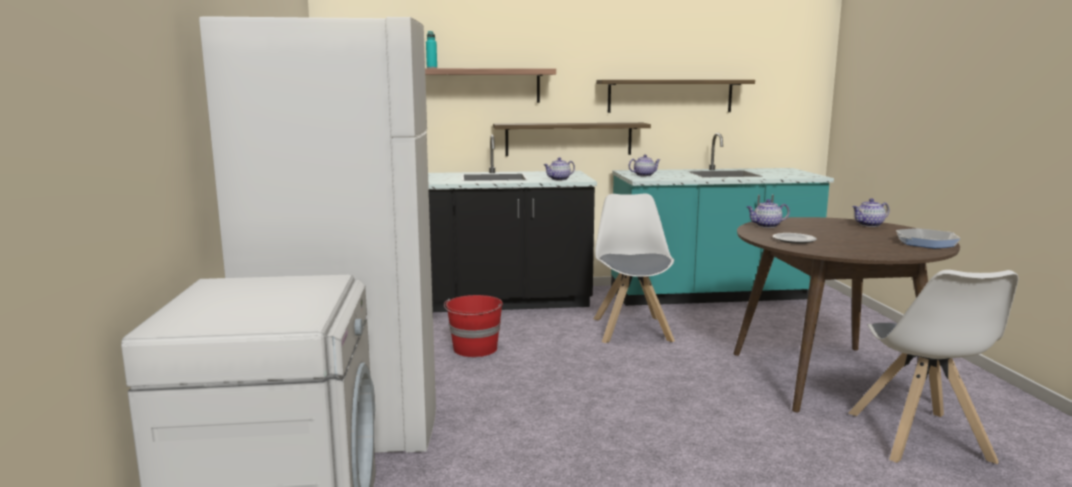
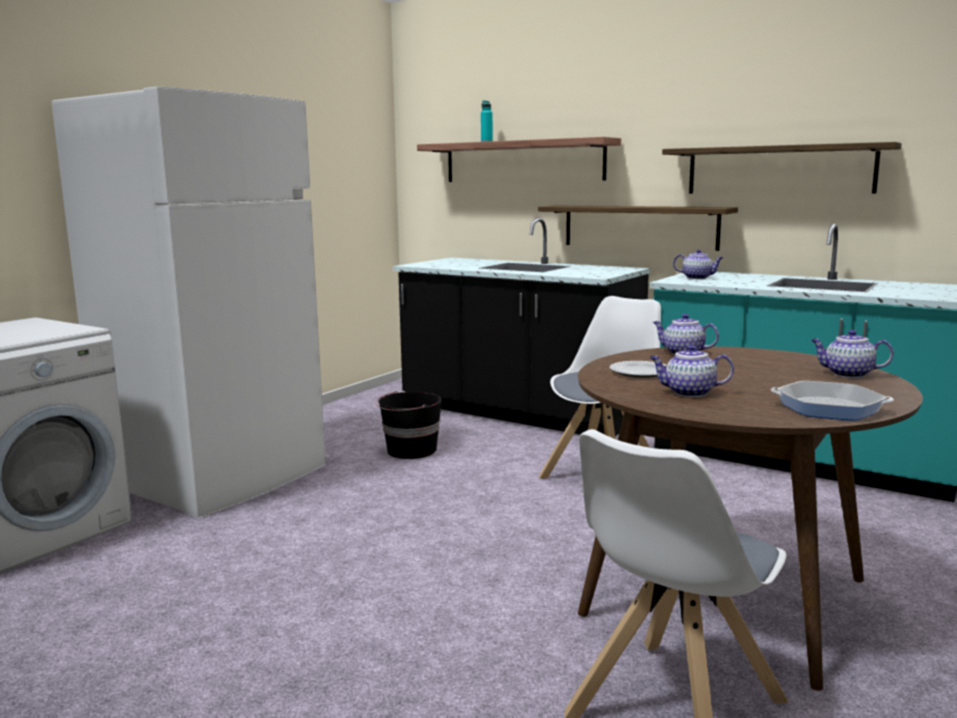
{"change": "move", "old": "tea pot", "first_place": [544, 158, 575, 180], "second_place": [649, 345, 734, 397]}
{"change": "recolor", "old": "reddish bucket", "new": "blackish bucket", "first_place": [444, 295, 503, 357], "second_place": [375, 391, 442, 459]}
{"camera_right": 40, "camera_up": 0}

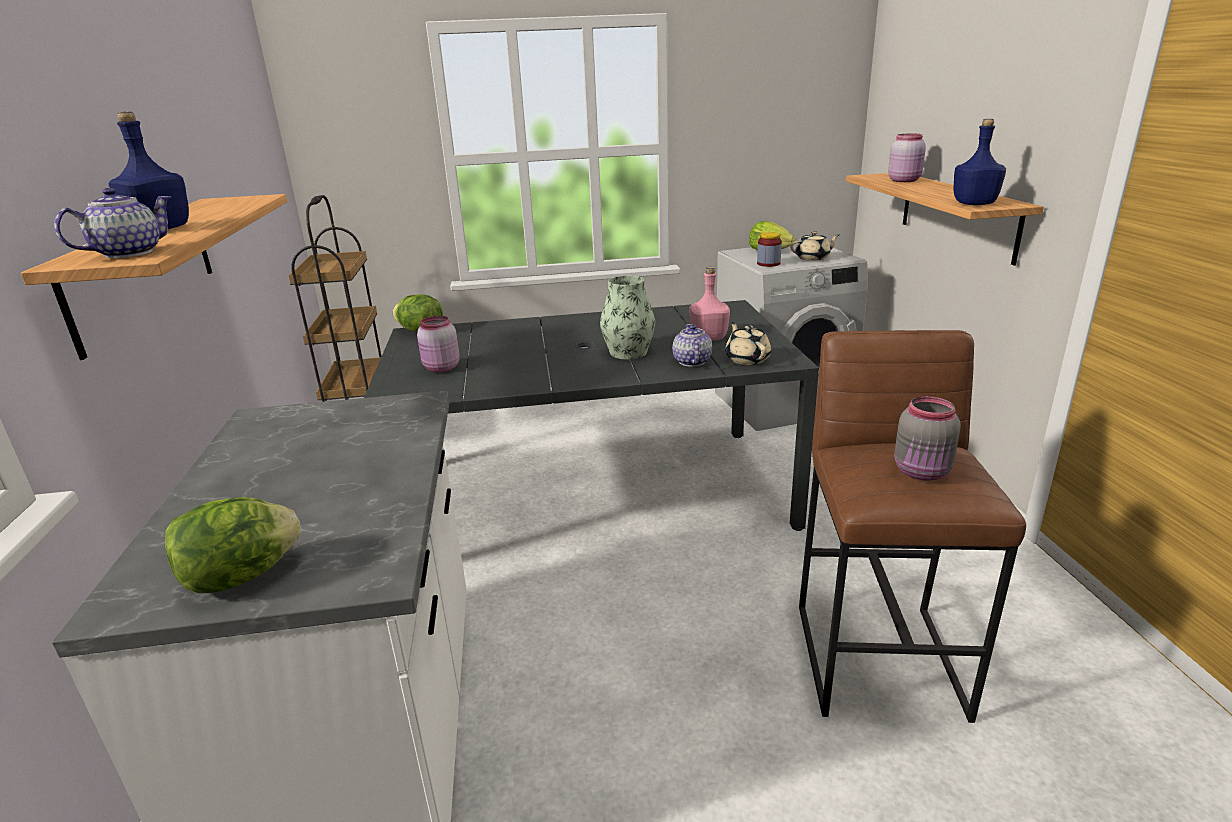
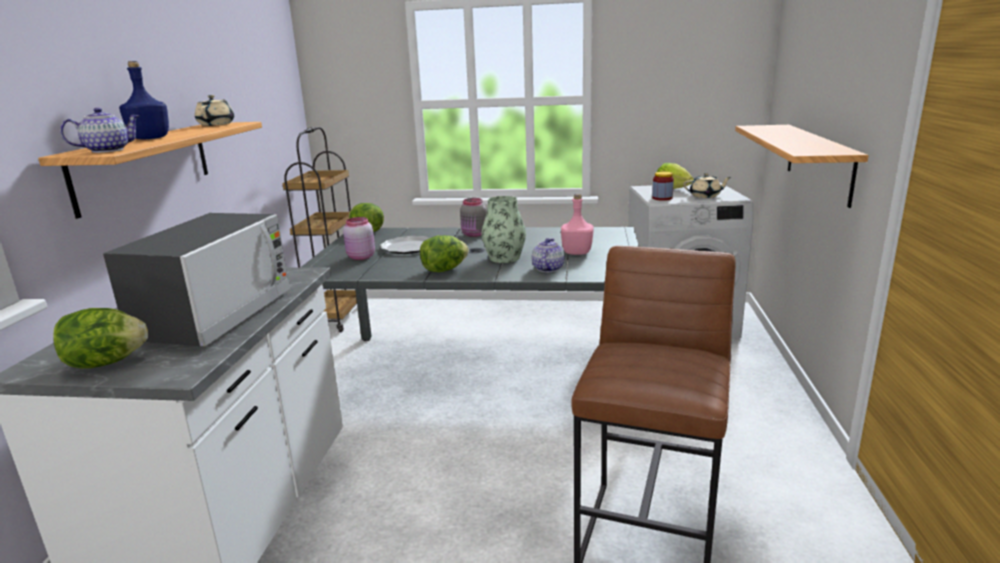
{"change": "delete", "old": "blue beverage bottle", "first_place": [954, 119, 1006, 205]}
{"change": "delete", "old": "pinkish preserve jar", "first_place": [888, 134, 926, 182]}
{"change": "move", "old": "beige-coloured tea pot", "first_place": [725, 322, 771, 365], "second_place": [195, 95, 234, 126]}
{"change": "move", "old": "gray preserve jar", "first_place": [894, 396, 961, 481], "second_place": [460, 198, 487, 237]}
{"change": "insert", "new": "kitchen microwave", "second_place": [103, 213, 290, 346]}
{"change": "insert", "new": "head of lettuce", "second_place": [420, 235, 469, 272]}
{"change": "insert", "new": "flat dish", "second_place": [380, 236, 429, 254]}
{"camera_right": 15, "camera_up": -5}

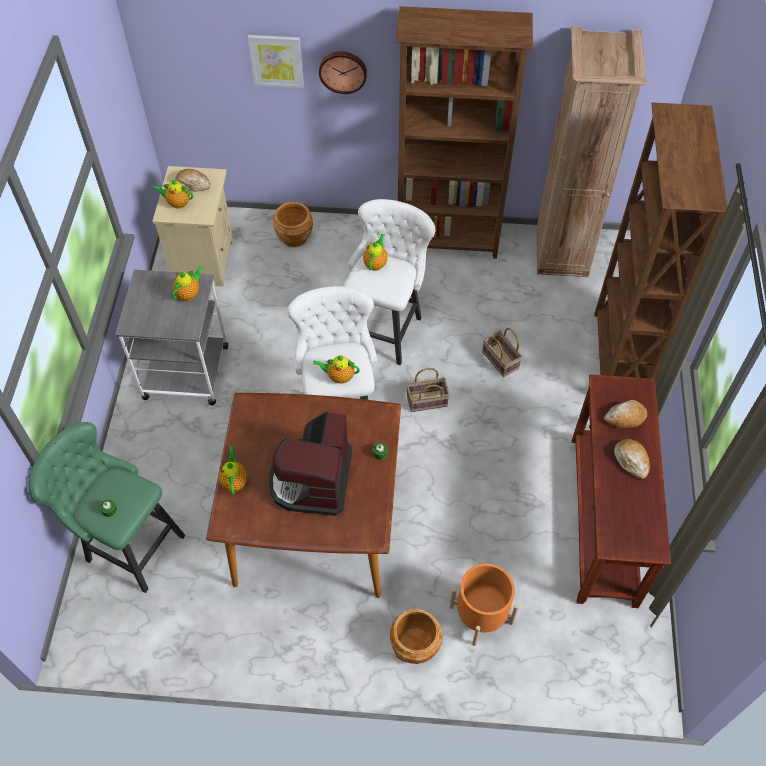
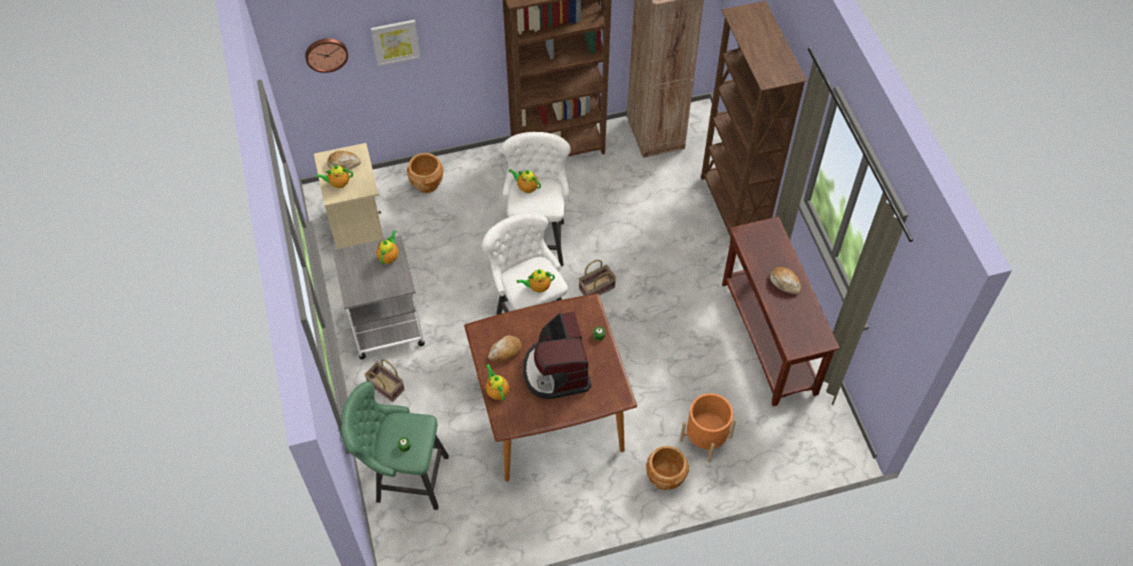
{"change": "move", "old": "wall clock", "first_place": [319, 51, 367, 94], "second_place": [305, 38, 348, 73]}
{"change": "rotate", "old": "tea pot", "first_place": [363, 234, 388, 271], "second_place": [508, 169, 541, 193], "degrees": -60}
{"change": "move", "old": "household basket", "first_place": [482, 328, 522, 377], "second_place": [364, 359, 405, 402]}
{"change": "move", "old": "baked bread", "first_place": [604, 400, 647, 428], "second_place": [488, 335, 522, 362]}
{"camera_right": -20, "camera_up": 0}

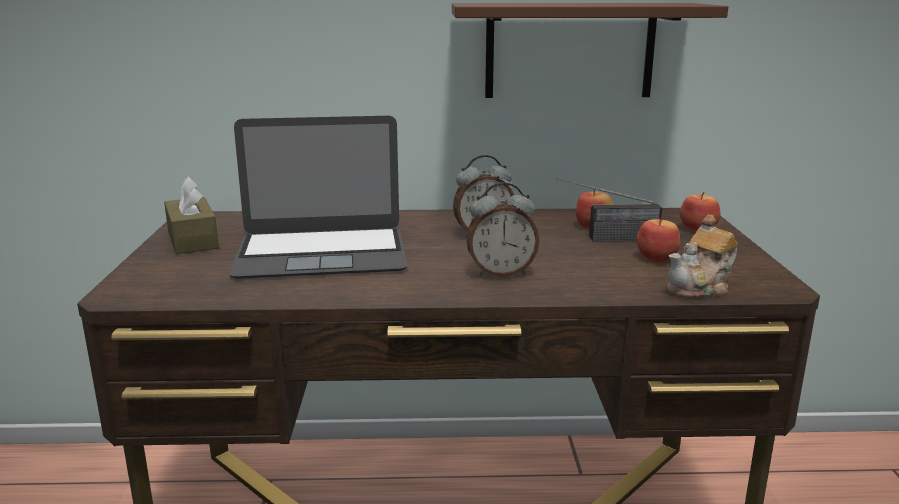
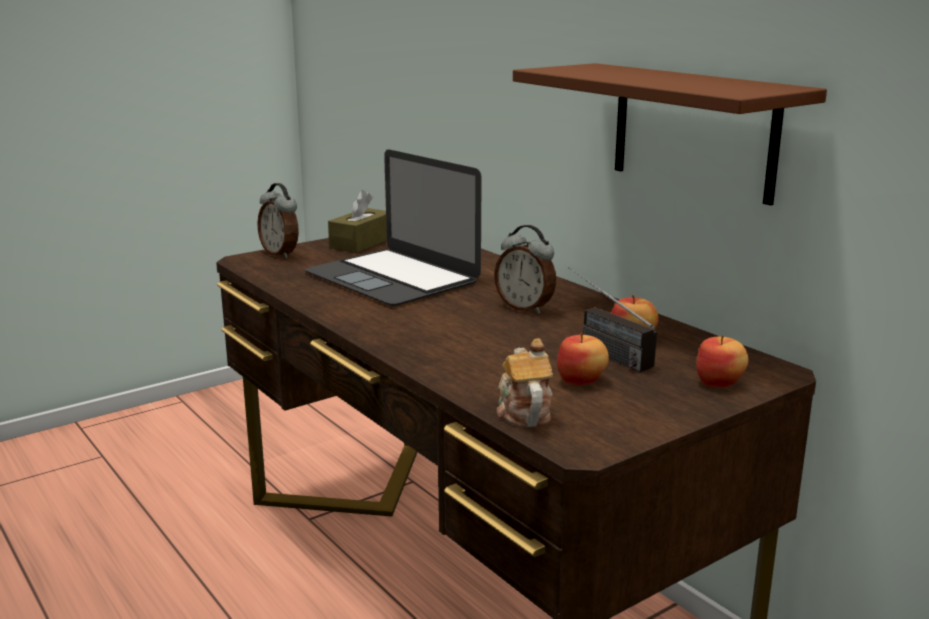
{"change": "move", "old": "table clock", "first_place": [466, 182, 539, 277], "second_place": [257, 183, 299, 258]}
{"change": "rotate", "old": "tea pot", "first_place": [667, 215, 738, 298], "second_place": [497, 338, 553, 427], "degrees": 60}
{"camera_right": 55, "camera_up": 0}

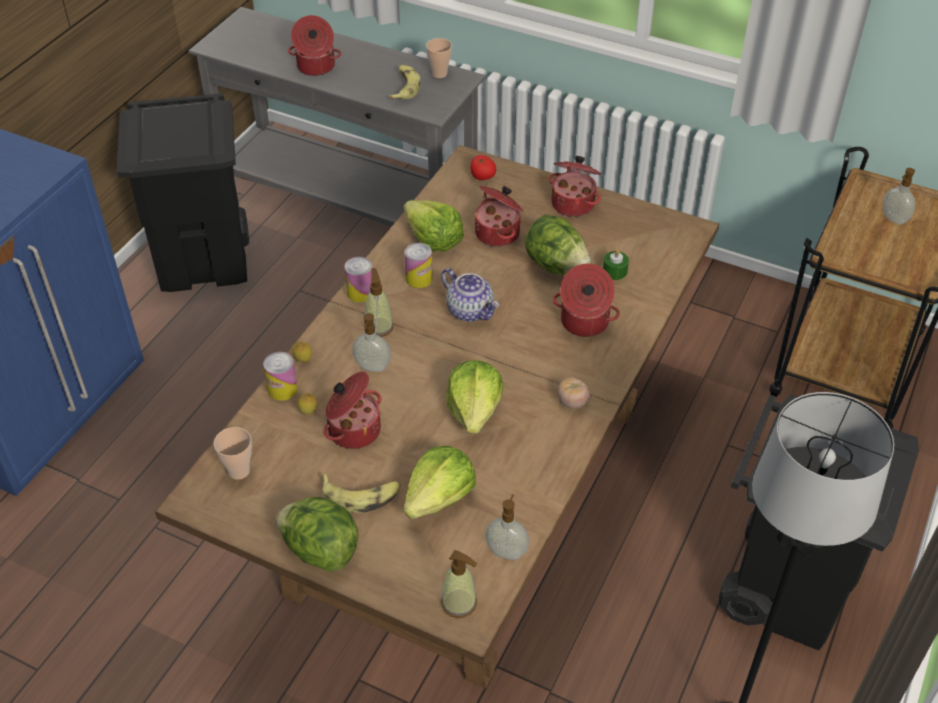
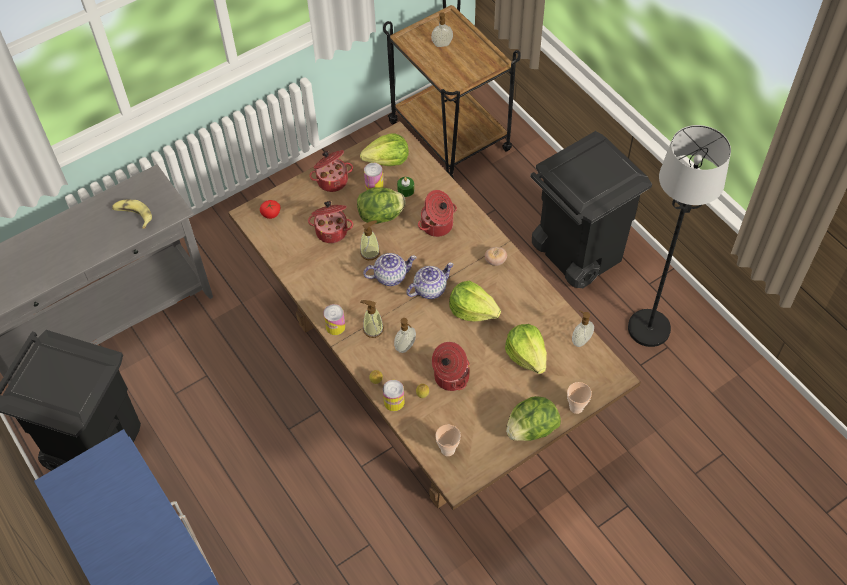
{"change": "delete", "old": "stockpot", "first_place": [288, 15, 341, 76]}
{"change": "move", "old": "cup", "first_place": [426, 38, 452, 78], "second_place": [567, 382, 592, 414]}
{"change": "move", "old": "head of lettuce", "first_place": [404, 200, 464, 251], "second_place": [360, 133, 409, 166]}
{"change": "move", "old": "can", "first_place": [404, 243, 433, 288], "second_place": [364, 163, 383, 190]}
{"change": "delete", "old": "banana", "first_place": [322, 473, 400, 513]}
{"change": "move", "old": "soap bottle", "first_place": [441, 550, 477, 618], "second_place": [360, 221, 380, 260]}
{"change": "insert", "new": "tea pot", "second_place": [406, 263, 454, 299]}
{"camera_right": -60, "camera_up": 10}

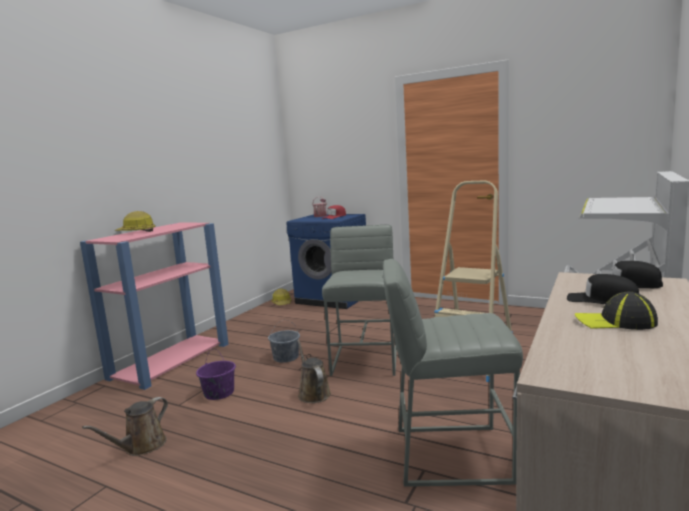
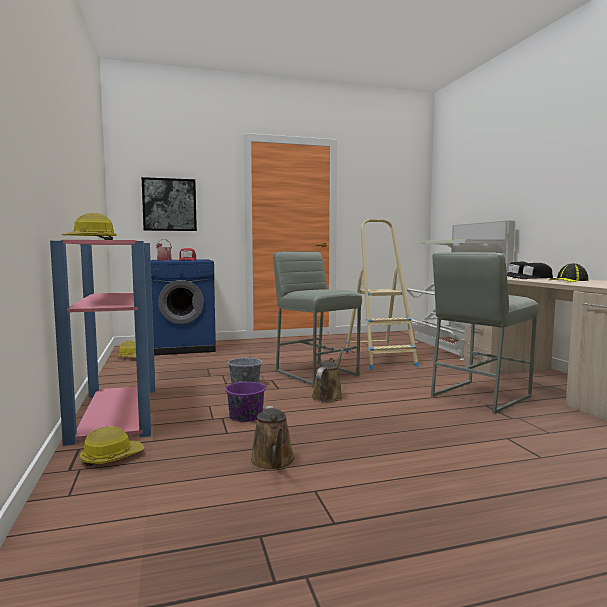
{"change": "rotate", "old": "brown watering pot", "first_place": [297, 340, 331, 403], "second_place": [311, 349, 344, 402], "degrees": 90}
{"change": "insert", "new": "picture", "second_place": [142, 177, 197, 231]}
{"change": "insert", "new": "safety helmet", "second_place": [80, 426, 144, 466]}
{"camera_right": -45, "camera_up": -5}

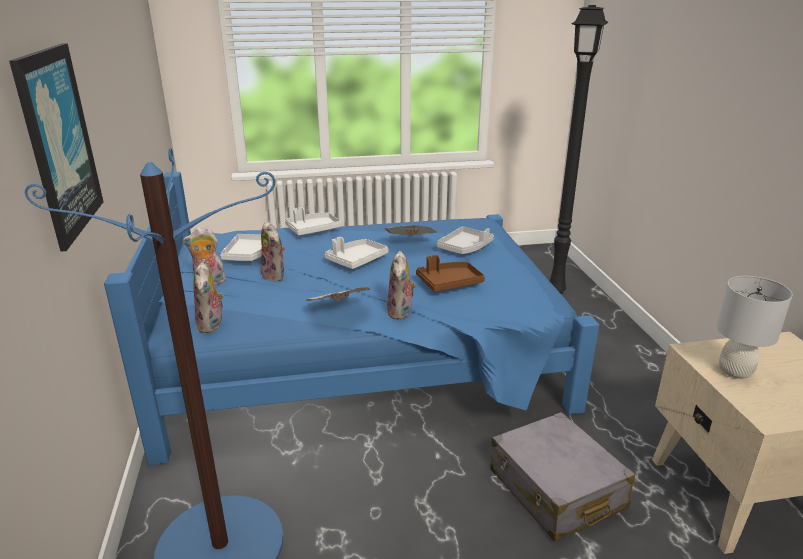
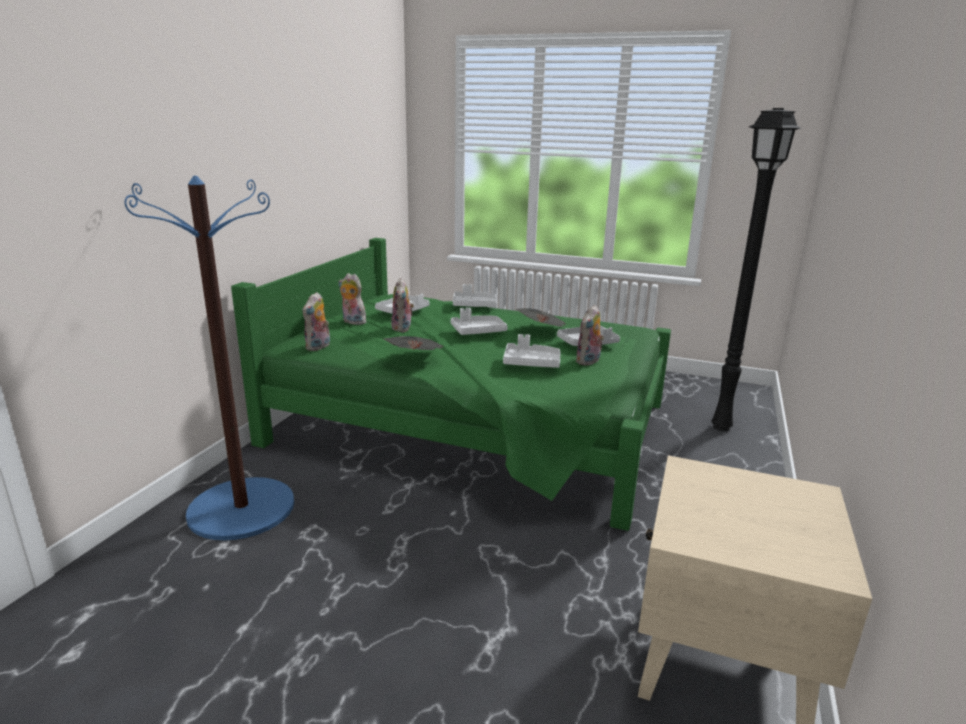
{"change": "delete", "old": "picture", "first_place": [9, 43, 103, 252]}
{"change": "recolor", "old": "blue bedroom bed", "new": "green-coloured bedroom bed", "first_place": [104, 172, 599, 465], "second_place": [231, 238, 671, 531]}
{"change": "move", "old": "soft toy", "first_place": [387, 251, 416, 320], "second_place": [576, 305, 604, 366]}
{"change": "recolor", "old": "brown carrying tray", "new": "white-coloured carrying tray", "first_place": [416, 255, 485, 292], "second_place": [503, 334, 561, 368]}
{"change": "delete", "old": "gray table lamp", "first_place": [716, 276, 792, 379]}
{"change": "delete", "old": "gray travel case", "first_place": [491, 412, 635, 542]}
{"camera_right": 30, "camera_up": -5}

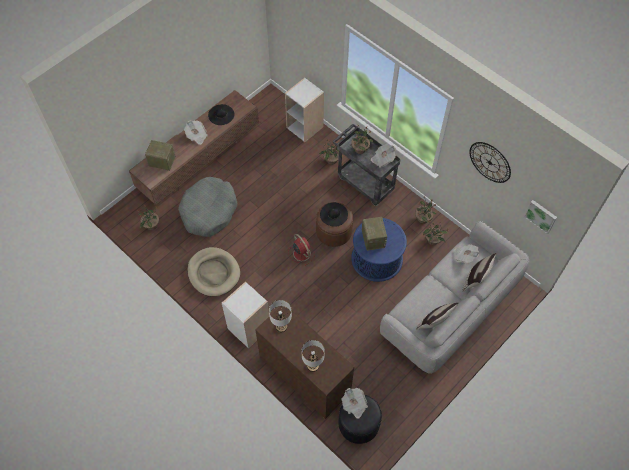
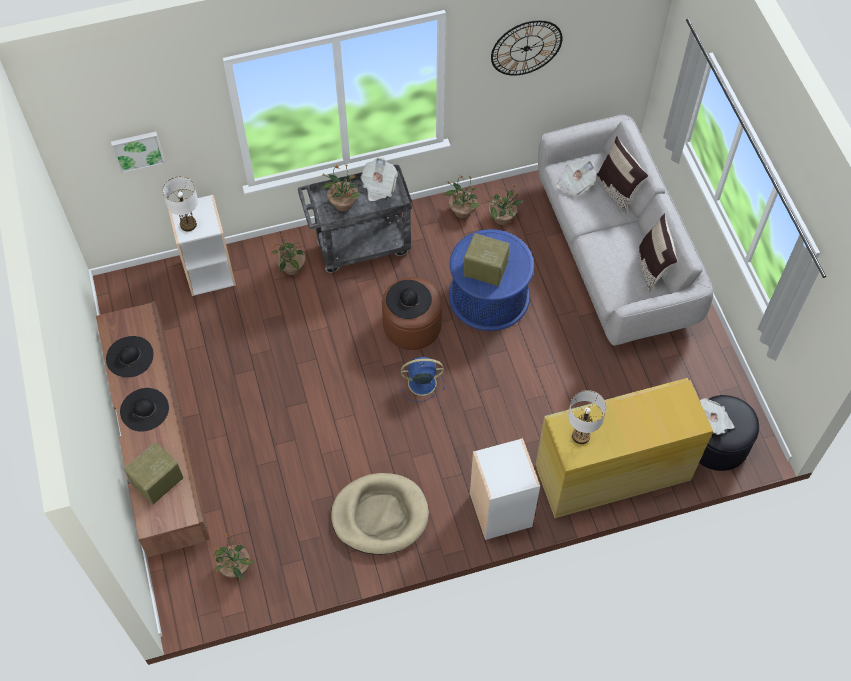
{"change": "replace", "old": "newspaper", "new": "blackish hat", "first_place": [184, 120, 208, 145], "second_place": [120, 388, 169, 432]}
{"change": "delete", "old": "gray dog cushion", "first_place": [178, 177, 237, 237]}
{"change": "move", "old": "picture", "first_place": [524, 200, 557, 234], "second_place": [111, 132, 165, 174]}
{"change": "recolor", "old": "reddish fan", "new": "blue fan", "first_place": [288, 234, 315, 266], "second_place": [401, 357, 445, 402]}
{"change": "recolor", "old": "brown cupboard", "new": "yellow cupboard", "first_place": [255, 306, 354, 419], "second_place": [536, 378, 713, 518]}
{"change": "move", "old": "table lamp", "first_place": [302, 340, 325, 372], "second_place": [162, 176, 198, 232]}
{"camera_right": -60, "camera_up": 0}

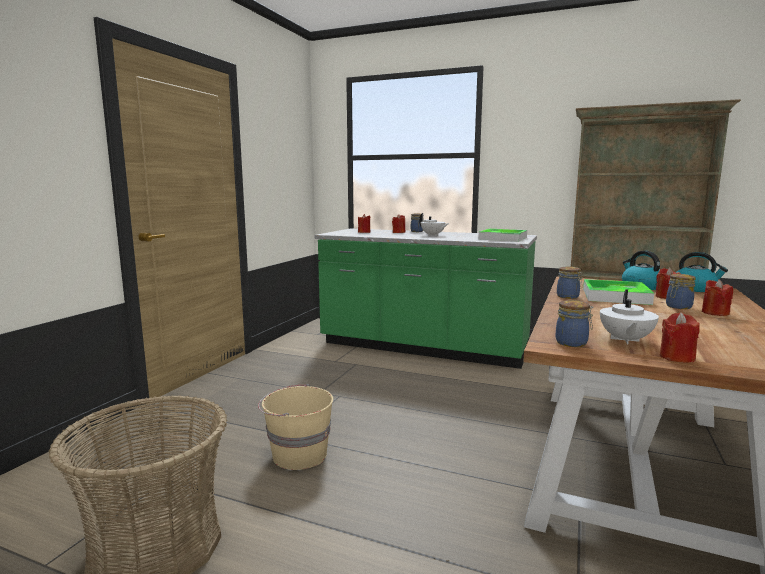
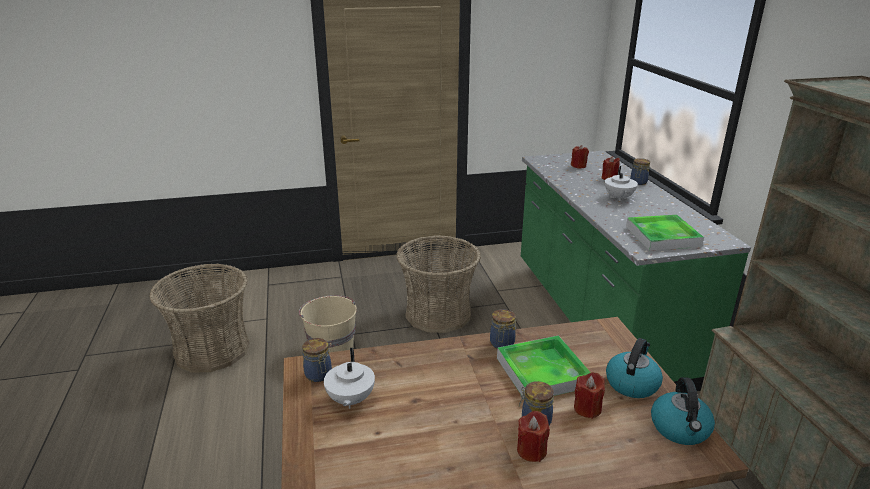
{"change": "rotate", "old": "white-coloured tea pot", "first_place": [600, 289, 659, 344], "second_place": [324, 348, 375, 409], "degrees": -75}
{"change": "delete", "old": "reddish wax candle", "first_place": [660, 312, 700, 362]}
{"change": "insert", "new": "household basket", "second_place": [396, 235, 481, 333]}
{"camera_right": 55, "camera_up": 15}

